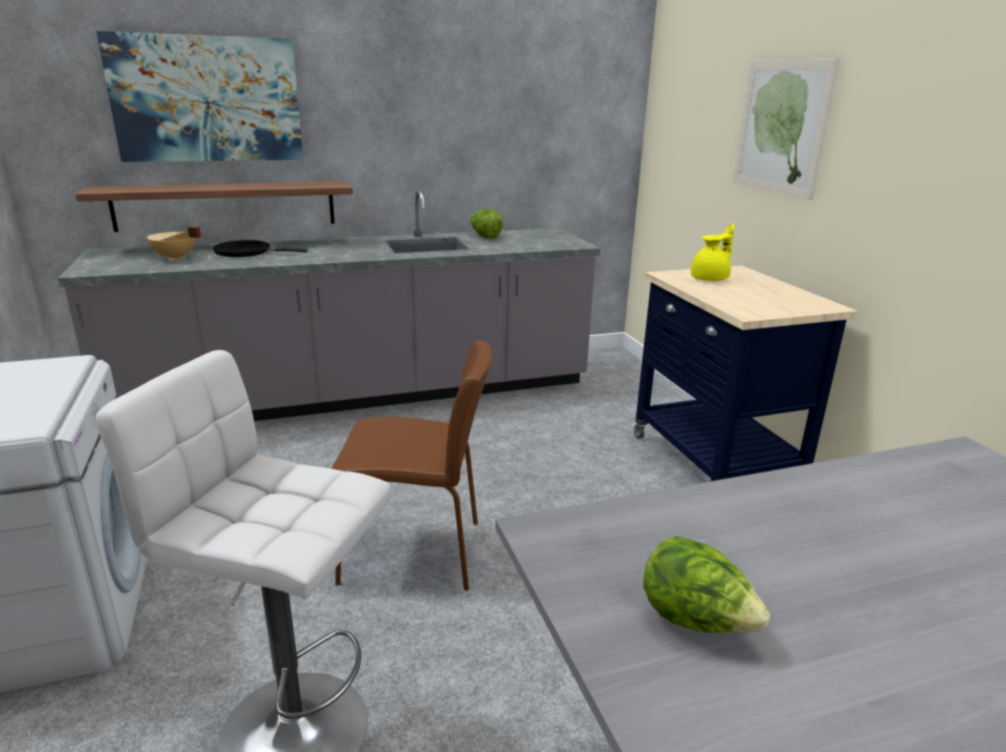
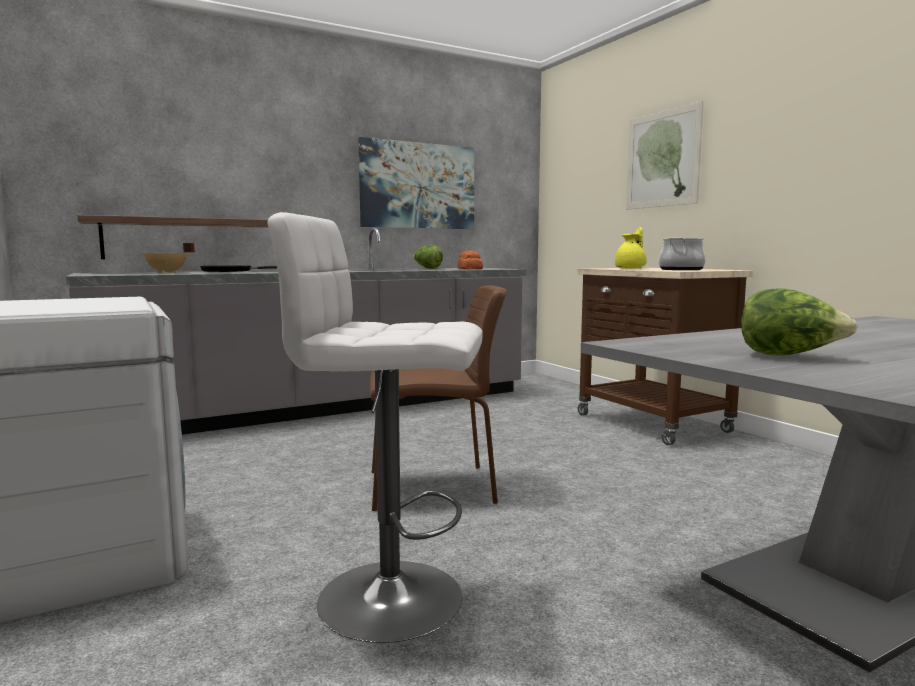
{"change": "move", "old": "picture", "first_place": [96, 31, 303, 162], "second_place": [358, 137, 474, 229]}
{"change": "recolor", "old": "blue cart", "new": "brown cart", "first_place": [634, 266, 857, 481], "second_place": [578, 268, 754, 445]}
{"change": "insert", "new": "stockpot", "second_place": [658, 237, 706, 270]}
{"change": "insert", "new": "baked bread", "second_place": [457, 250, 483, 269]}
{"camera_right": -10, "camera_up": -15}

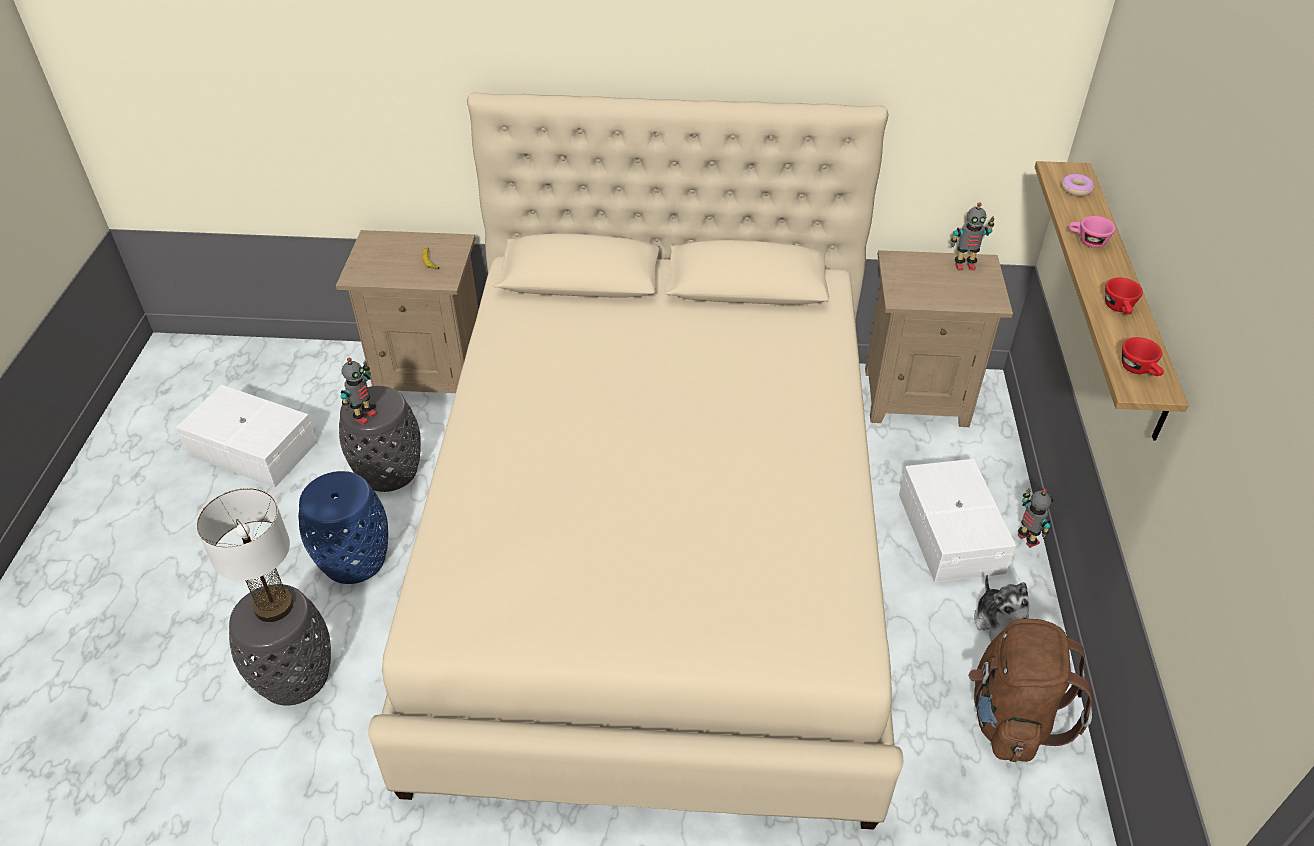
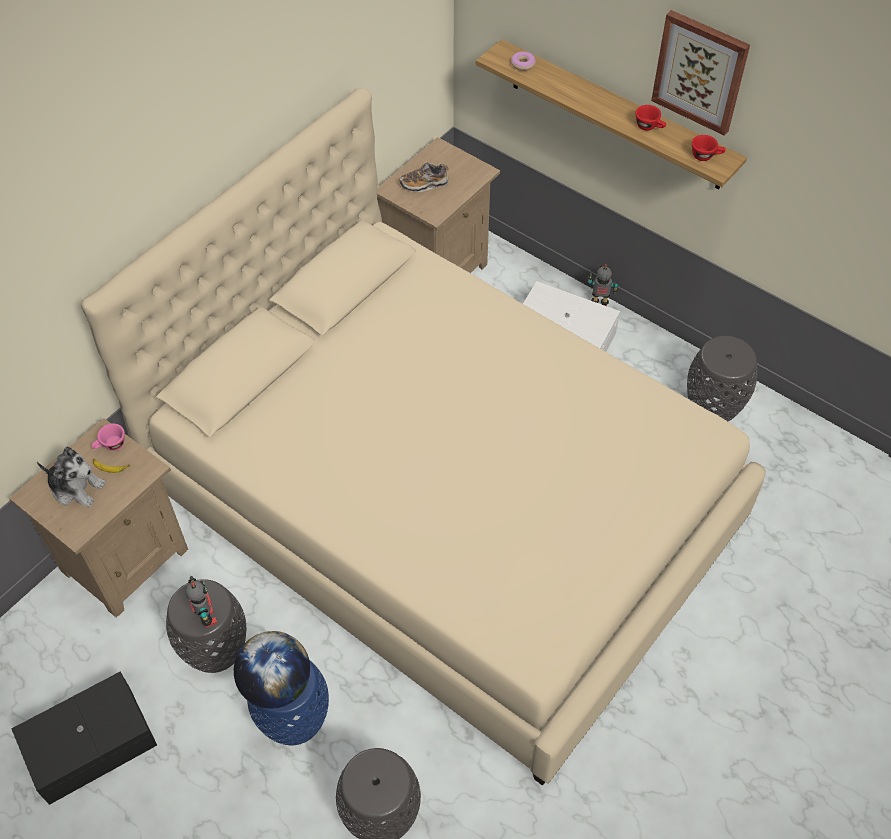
{"change": "delete", "old": "model robot", "first_place": [951, 202, 994, 270]}
{"change": "move", "old": "pinkish cup", "first_place": [1069, 216, 1116, 248], "second_place": [91, 424, 125, 451]}
{"change": "recolor", "old": "white-coloured storage container", "new": "blackish storage container", "first_place": [176, 385, 317, 488], "second_place": [11, 672, 157, 805]}
{"change": "delete", "old": "table lamp", "first_place": [196, 488, 293, 622]}
{"change": "move", "old": "soft toy", "first_place": [974, 575, 1029, 641], "second_place": [37, 447, 106, 507]}
{"change": "replace", "old": "brown knapsack", "new": "gray stool", "first_place": [968, 619, 1092, 762], "second_place": [687, 336, 757, 421]}
{"change": "insert", "new": "picture", "second_place": [651, 10, 750, 135]}
{"change": "insert", "new": "item of footwear", "second_place": [399, 162, 449, 192]}
{"change": "insert", "new": "world globe", "second_place": [234, 631, 310, 709]}
{"camera_right": -55, "camera_up": 10}

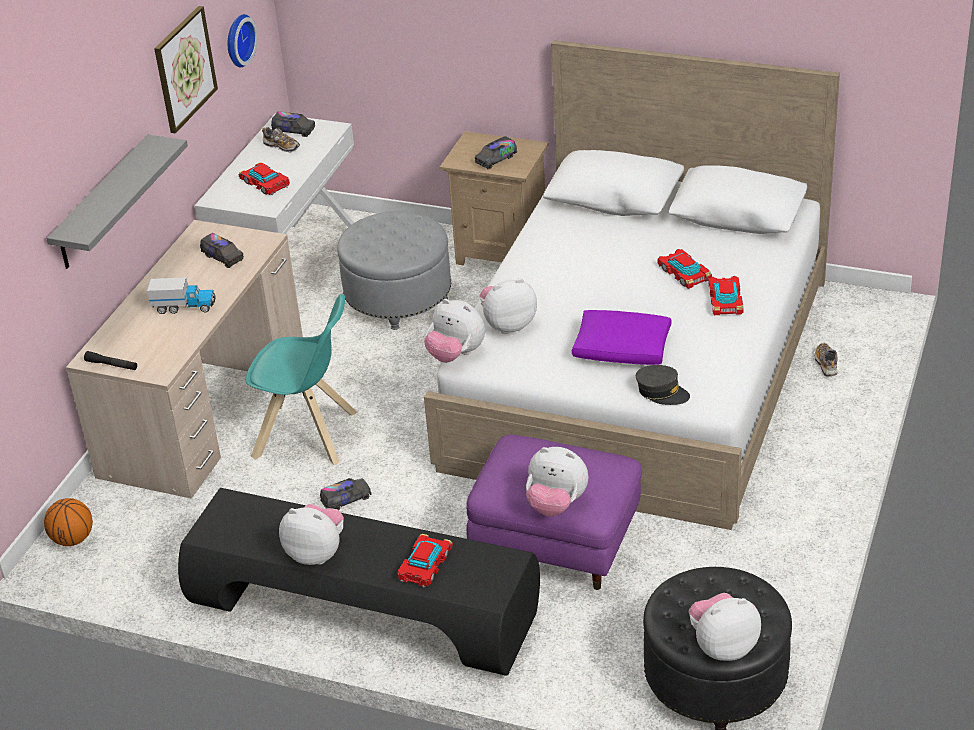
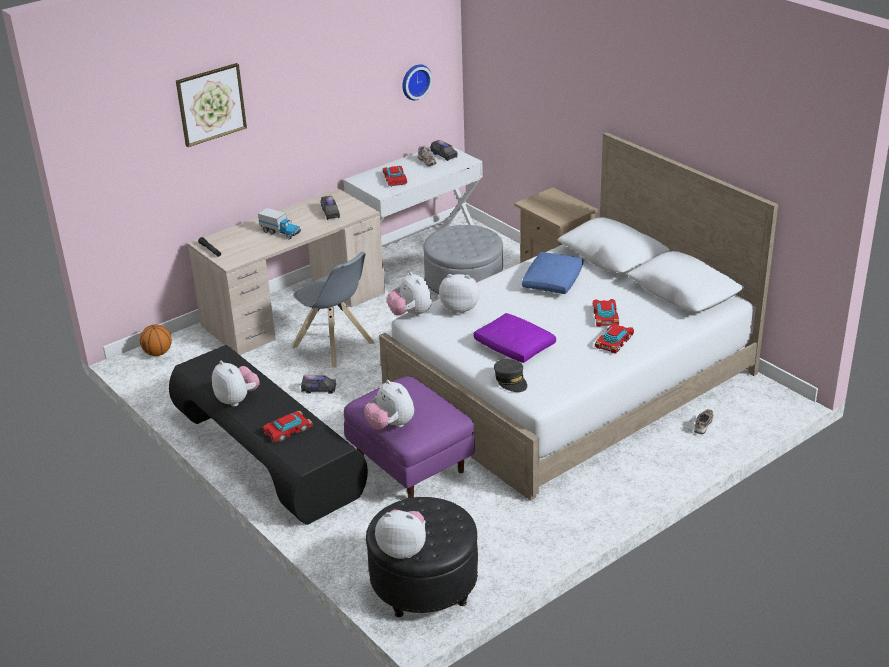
{"change": "move", "old": "picture", "first_place": [154, 6, 218, 133], "second_place": [176, 63, 247, 147]}
{"change": "delete", "old": "gray shelf", "first_place": [46, 135, 188, 269]}
{"change": "delete", "old": "toy truck", "first_place": [475, 136, 517, 170]}
{"change": "recolor", "old": "turquoise-coloured chair", "new": "gray chair", "first_place": [246, 294, 358, 465], "second_place": [292, 252, 375, 368]}
{"change": "insert", "new": "blue pillow", "second_place": [522, 252, 584, 294]}
{"camera_right": 30, "camera_up": -5}

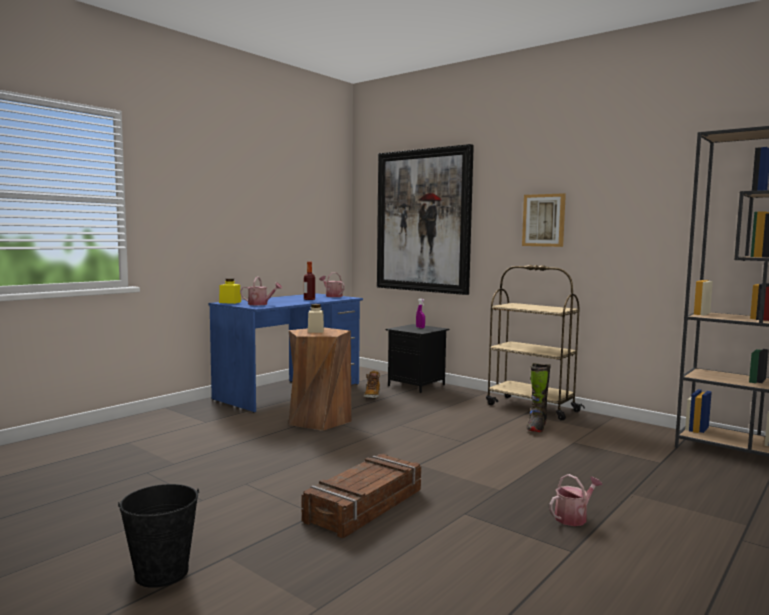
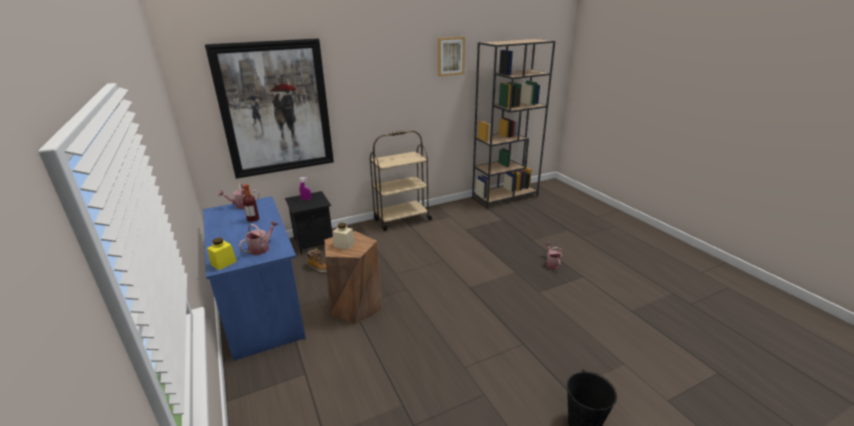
{"change": "move", "old": "picture", "first_place": [522, 193, 566, 247], "second_place": [438, 37, 465, 77]}
{"change": "delete", "old": "blackish tall boot", "first_place": [526, 363, 551, 432]}
{"change": "delete", "old": "crate", "first_place": [301, 454, 421, 538]}
{"camera_right": -65, "camera_up": 20}

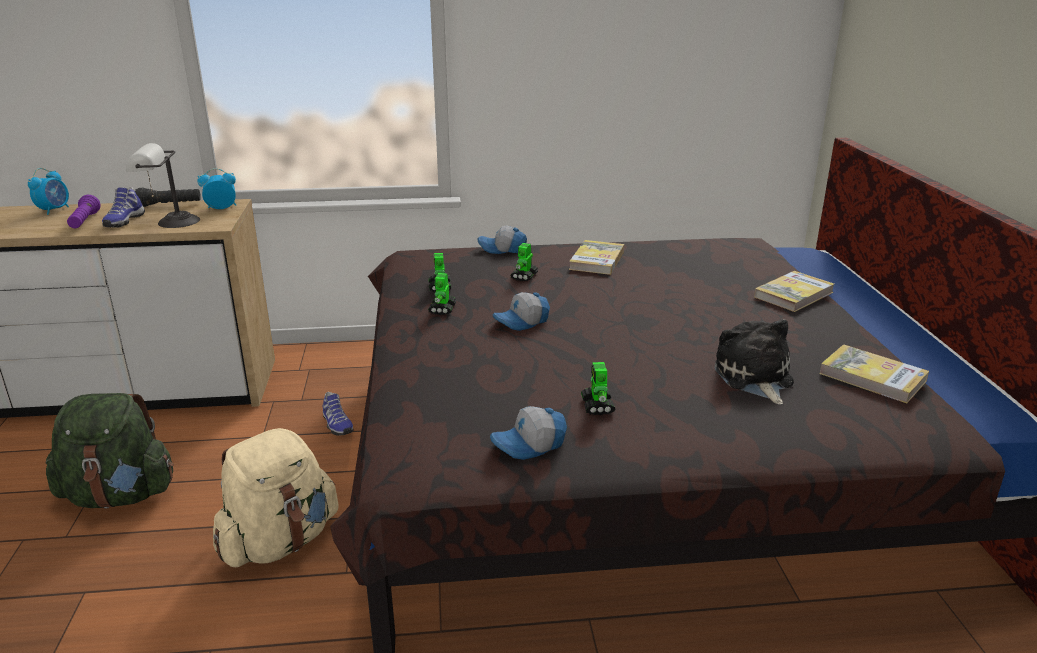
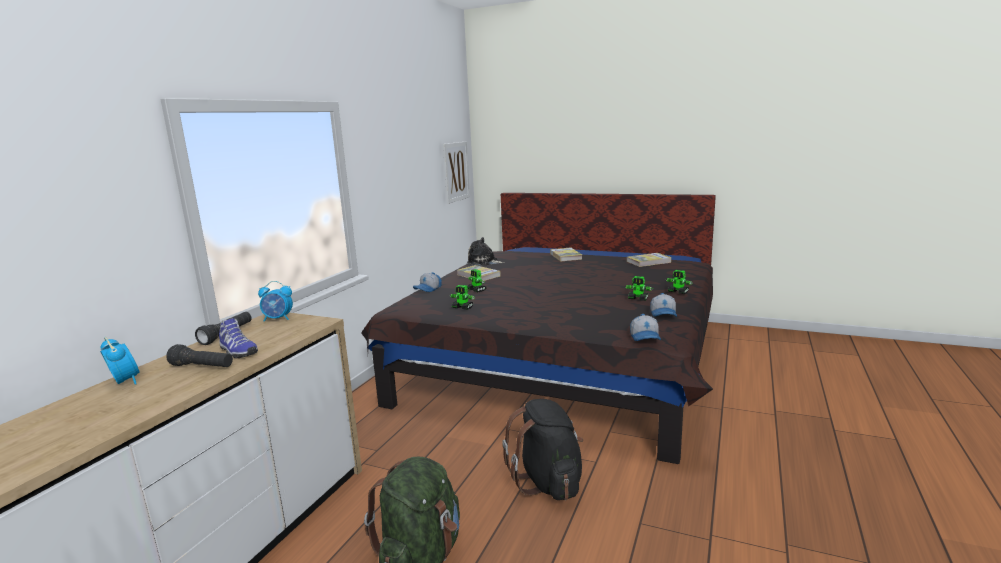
{"change": "delete", "old": "table lamp", "first_place": [126, 143, 200, 228]}
{"change": "rotate", "old": "table clock", "first_place": [197, 168, 236, 209], "second_place": [258, 281, 293, 322], "degrees": -105}
{"change": "recolor", "old": "purplish hand torch", "new": "blackish hand torch", "first_place": [67, 195, 101, 228], "second_place": [166, 344, 233, 367]}
{"change": "move", "old": "model robot", "first_place": [428, 273, 456, 315], "second_place": [666, 270, 693, 294]}
{"change": "move", "old": "peaked cap", "first_place": [493, 292, 550, 331], "second_place": [630, 314, 661, 341]}
{"change": "move", "old": "soft toy", "first_place": [714, 319, 794, 405], "second_place": [467, 237, 505, 266]}
{"change": "delete", "old": "item of footwear", "first_place": [323, 392, 353, 436]}
{"change": "recolor", "old": "beige-coloured knapsack", "new": "blackish knapsack", "first_place": [213, 428, 339, 567], "second_place": [502, 399, 583, 500]}
{"change": "insert", "new": "picture", "second_place": [443, 142, 470, 204]}
{"camera_right": -60, "camera_up": -10}

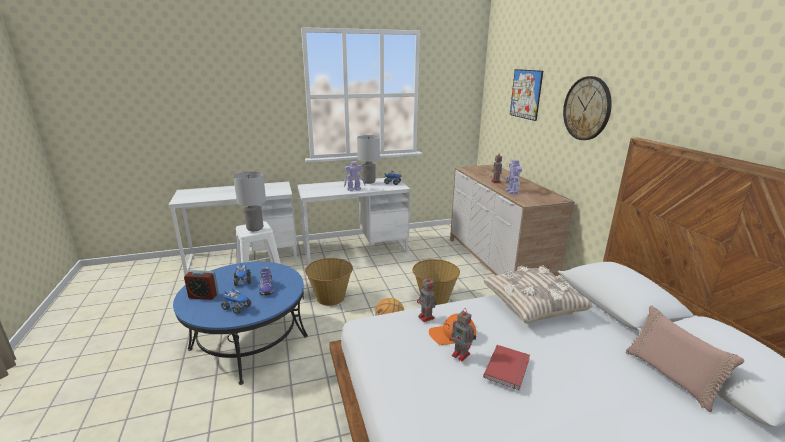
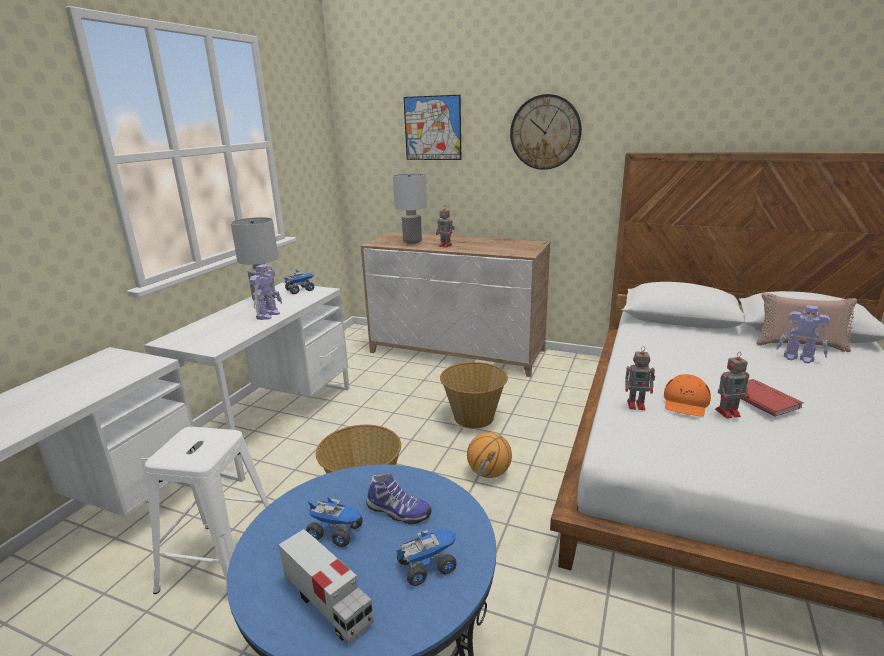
{"change": "move", "old": "model robot", "first_place": [505, 159, 522, 194], "second_place": [776, 305, 830, 364]}
{"change": "move", "old": "gray table lamp", "first_place": [233, 171, 266, 231], "second_place": [393, 173, 427, 244]}
{"change": "delete", "old": "beige-coloured pillow", "first_place": [484, 265, 592, 323]}
{"change": "replace", "old": "table clock", "new": "toy truck", "first_place": [184, 270, 219, 300], "second_place": [279, 529, 374, 644]}
{"camera_right": -50, "camera_up": 0}

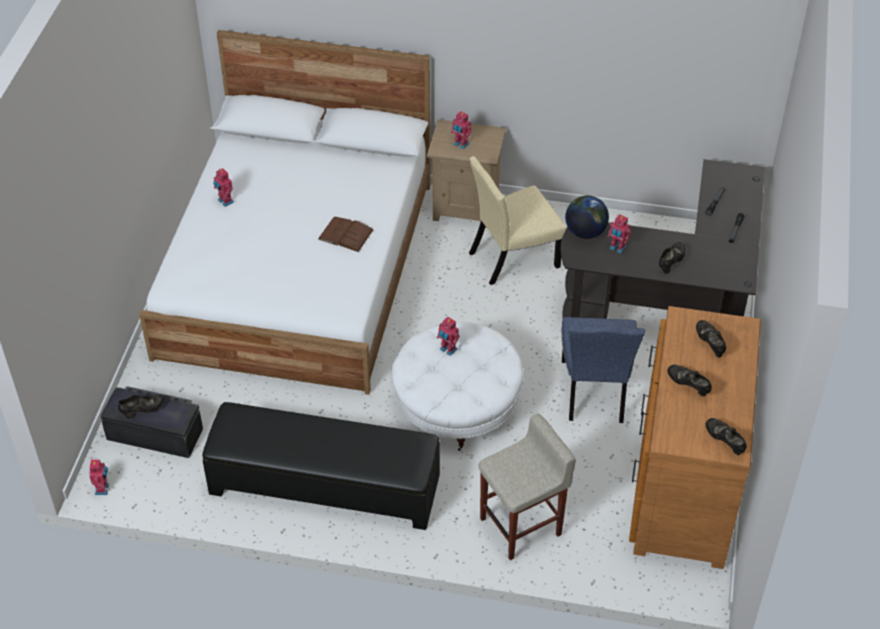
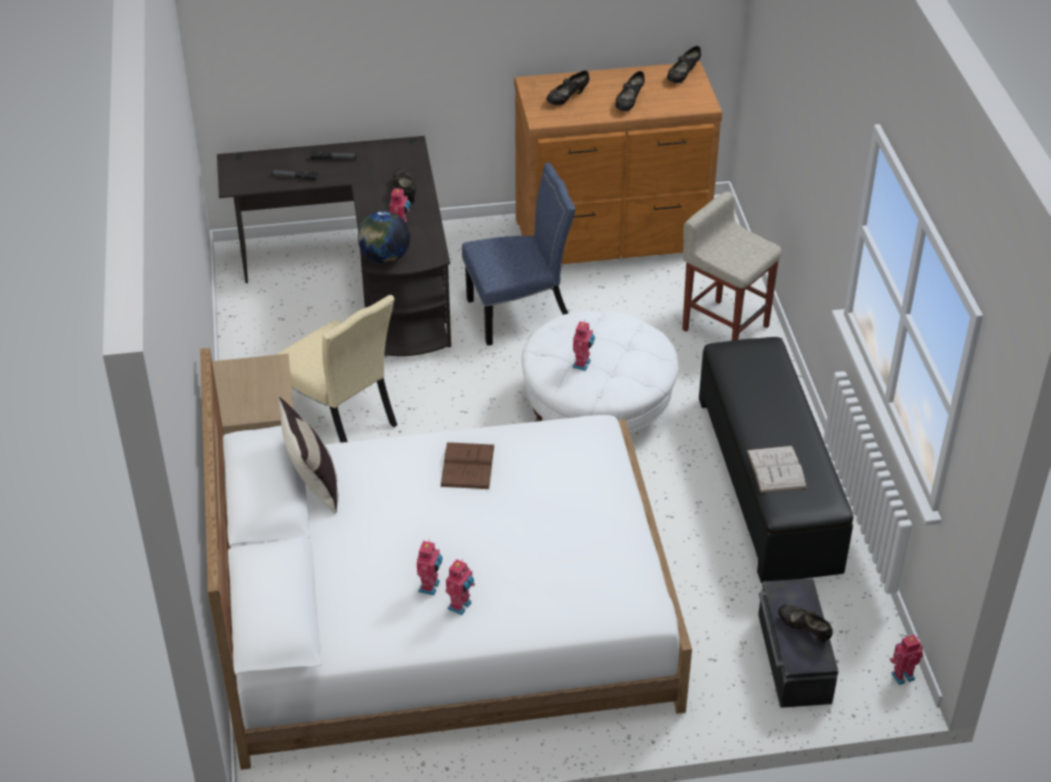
{"change": "move", "old": "model robot", "first_place": [451, 111, 472, 149], "second_place": [417, 541, 443, 595]}
{"change": "rotate", "old": "blackish item of footwear", "first_place": [659, 242, 686, 274], "second_place": [393, 169, 416, 203], "degrees": 60}
{"change": "insert", "new": "pillow", "second_place": [278, 397, 339, 514]}
{"change": "insert", "new": "white-coloured volume", "second_place": [746, 446, 807, 493]}
{"camera_right": -110, "camera_up": -5}

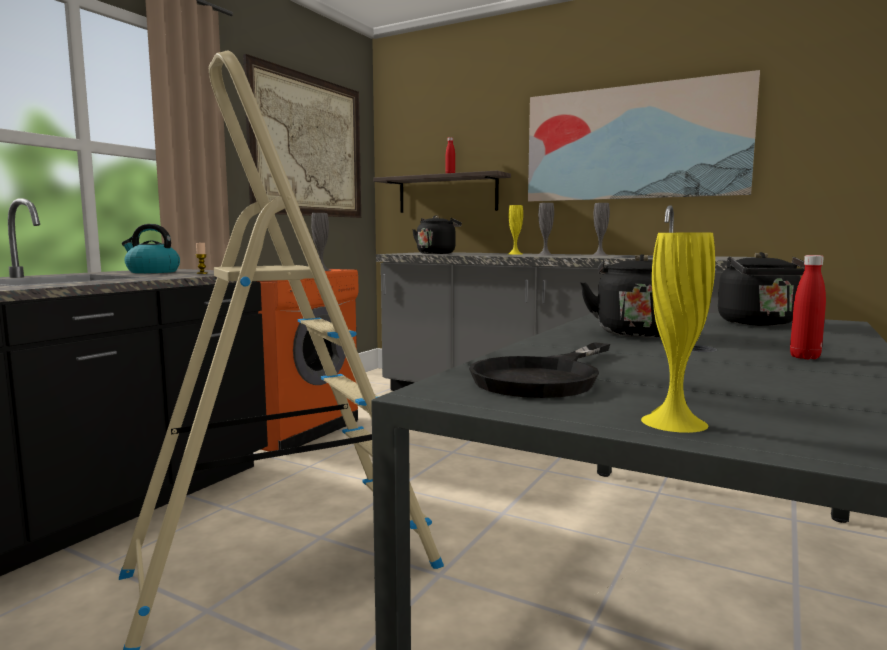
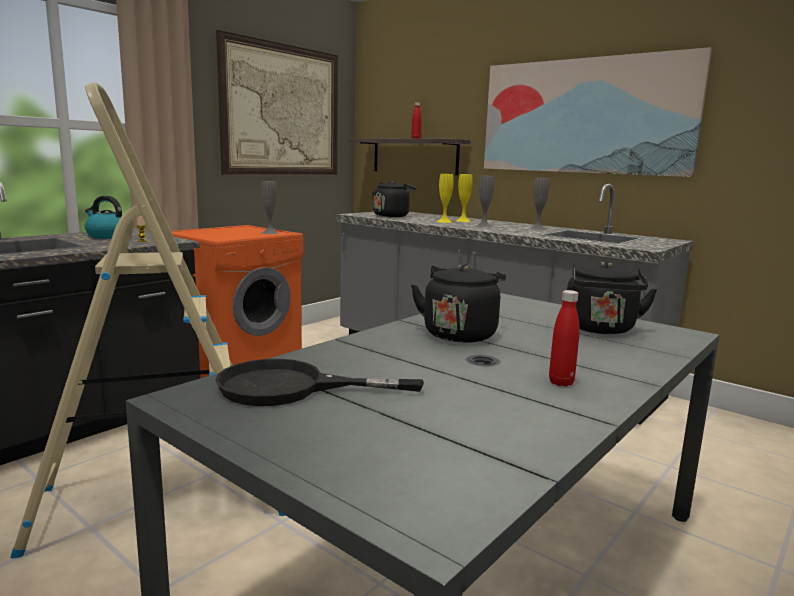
{"change": "move", "old": "yellow flower vase", "first_place": [641, 233, 715, 433], "second_place": [437, 174, 454, 223]}
{"change": "rotate", "old": "blackish skillet", "first_place": [469, 342, 610, 398], "second_place": [215, 359, 424, 406], "degrees": 45}
{"camera_right": 10, "camera_up": 5}

